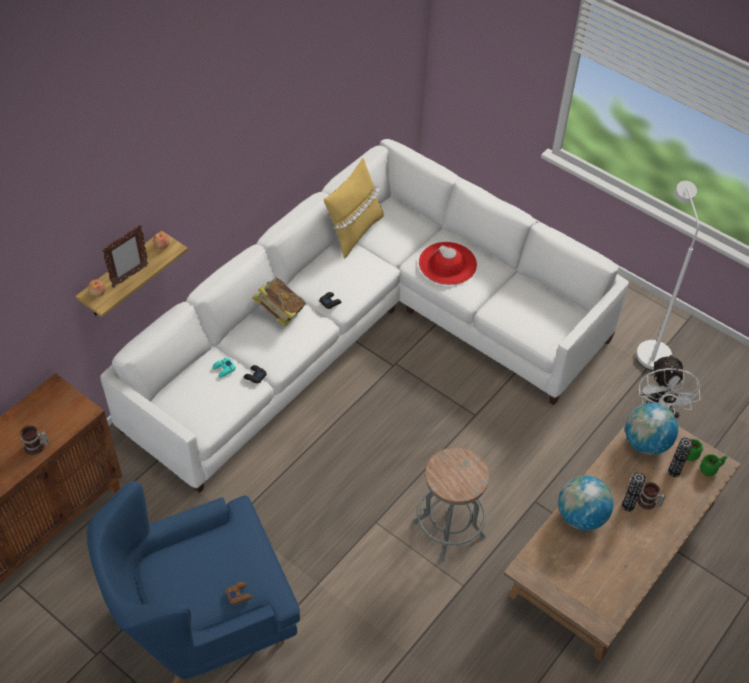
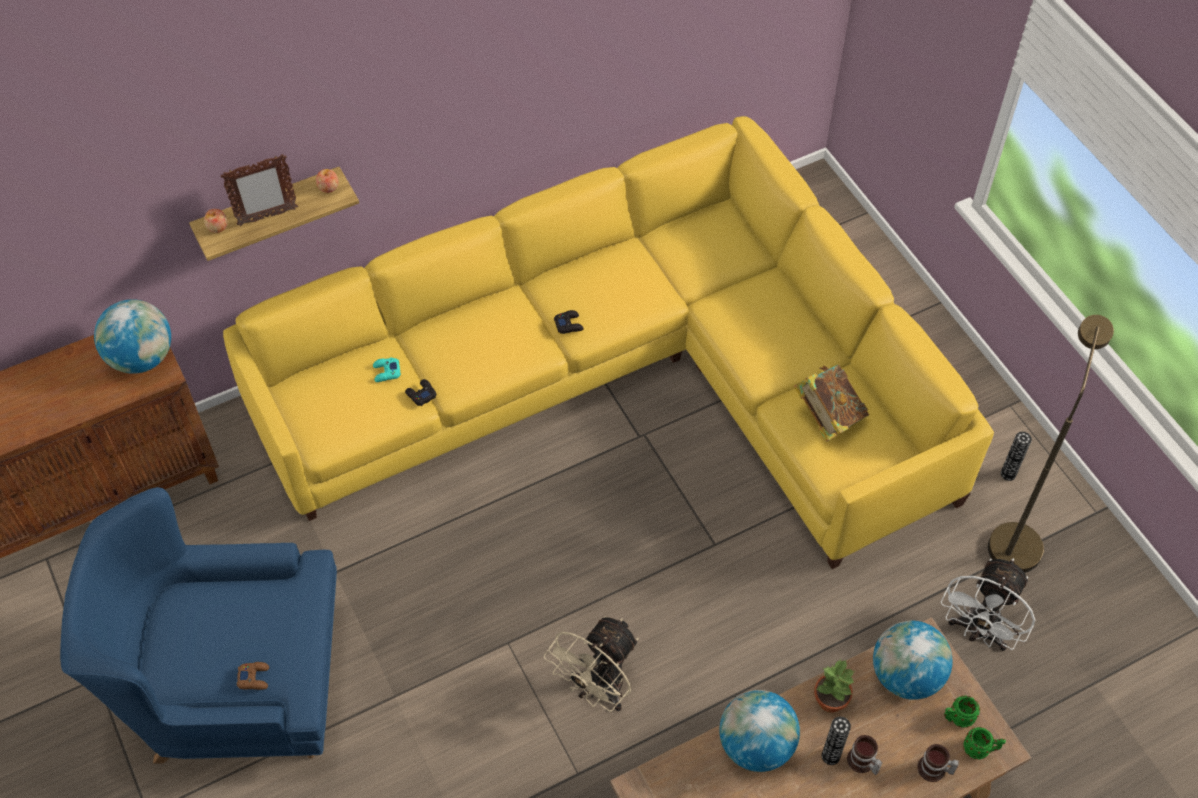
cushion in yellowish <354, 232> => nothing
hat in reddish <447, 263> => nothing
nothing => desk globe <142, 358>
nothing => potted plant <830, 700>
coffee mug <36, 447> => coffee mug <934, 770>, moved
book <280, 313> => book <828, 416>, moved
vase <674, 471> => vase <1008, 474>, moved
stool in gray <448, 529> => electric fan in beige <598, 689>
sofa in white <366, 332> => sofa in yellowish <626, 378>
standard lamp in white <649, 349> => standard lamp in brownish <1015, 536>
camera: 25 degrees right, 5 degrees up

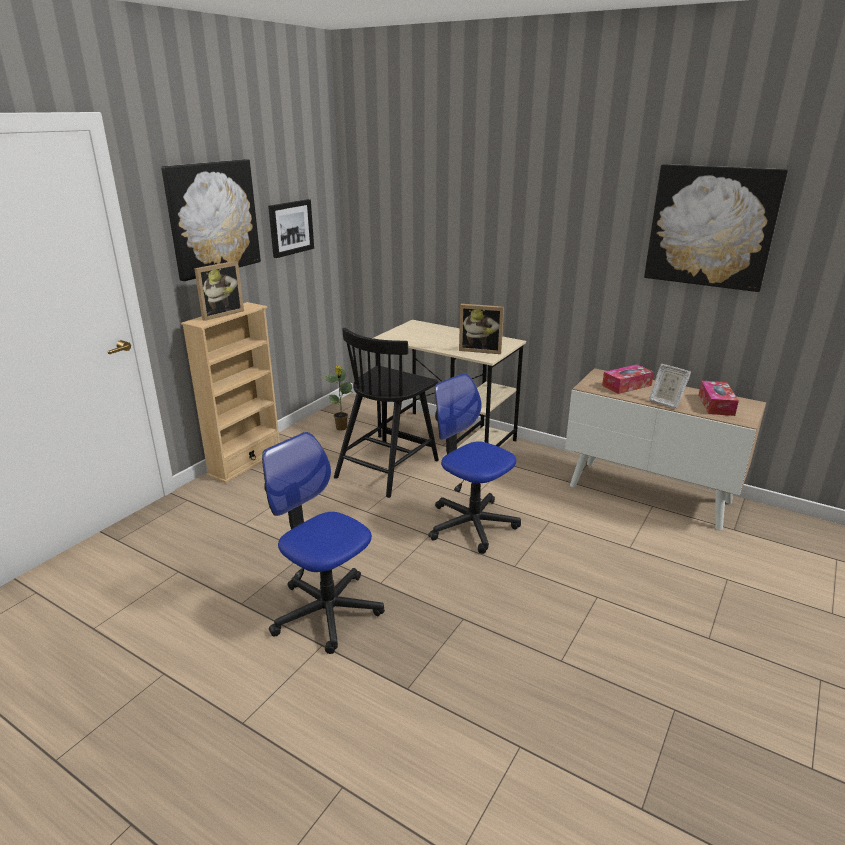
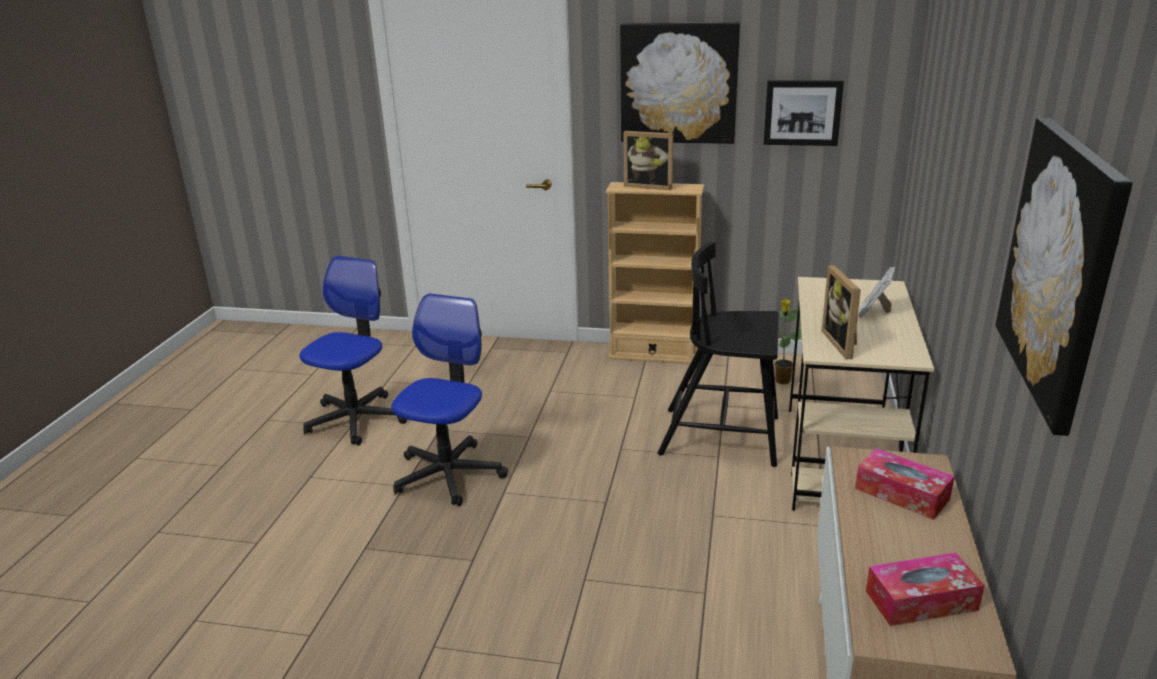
computer chair <471, 524> => computer chair <356, 419>, moved
standing frame <665, 402> => standing frame <874, 313>, moved
camera: 70 degrees right, 0 degrees up

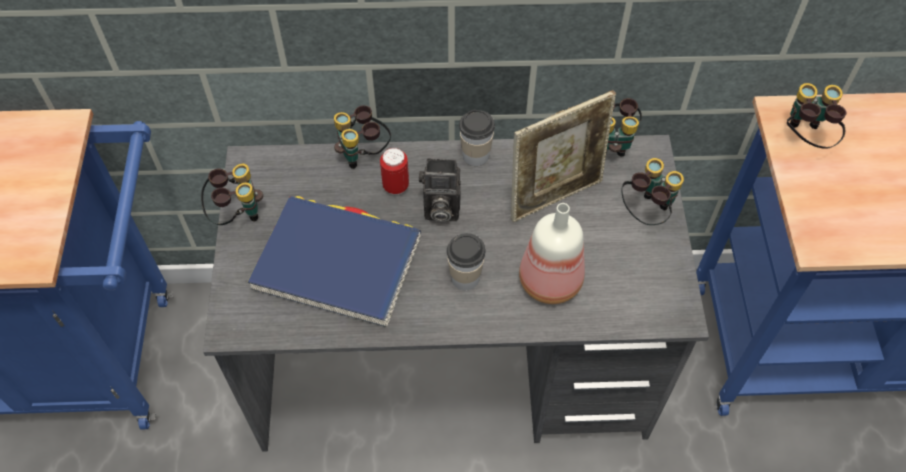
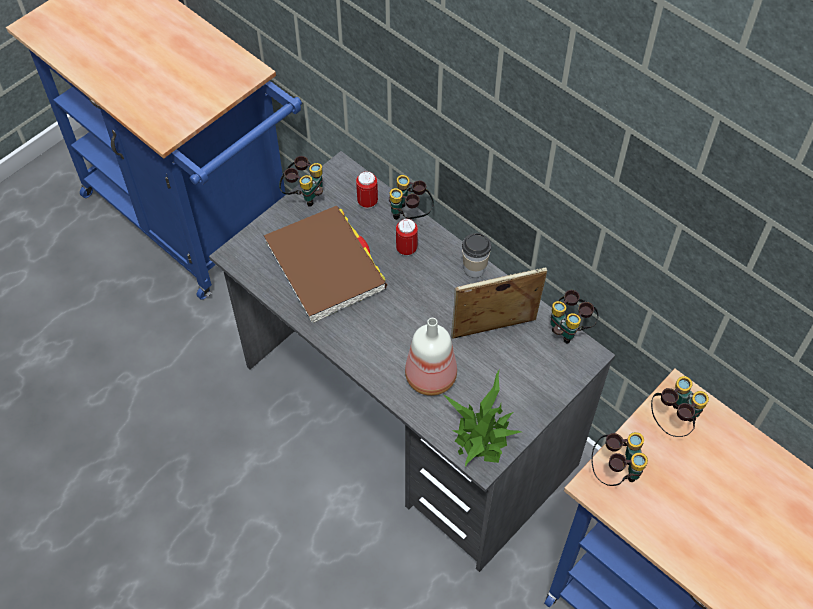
photo camera <439, 209> => nothing
small cup <465, 278> => nothing
nothing => sealed can <367, 202>
nothing => potted plant <483, 433>
pair of binoculars <646, 211> => pair of binoculars <615, 471>, moved
book in bluish <337, 264> => book in brownish <325, 266>
standing frame <555, 196> => standing frame <493, 332>, 150 degrees clockwise
camera: 45 degrees right, 0 degrees up

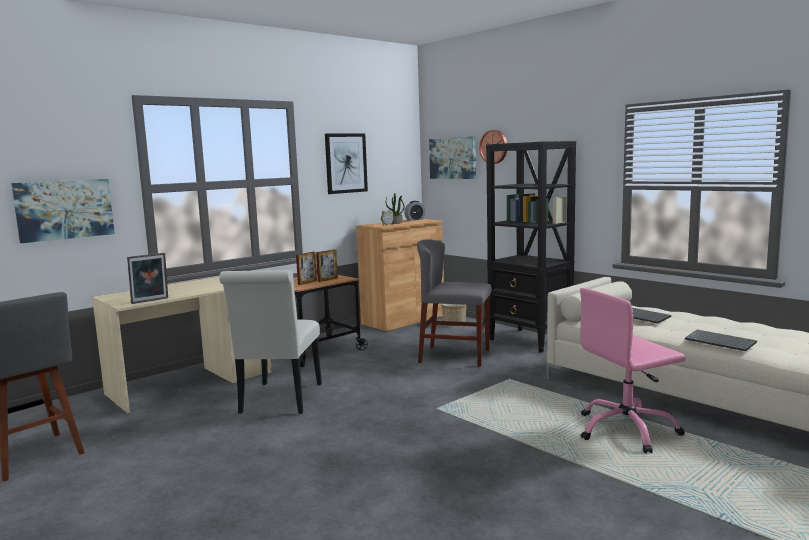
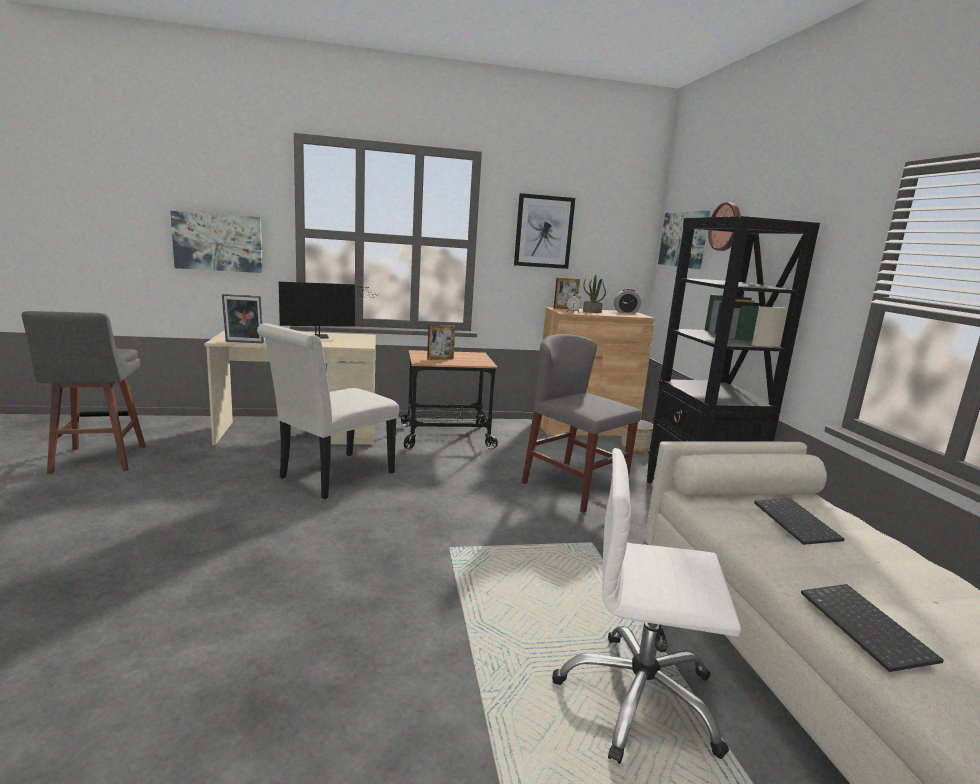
nothing => monitor <321, 336>
standing frame <327, 279> => standing frame <565, 308>, moved
computer chair in pink <627, 430> => computer chair in white <639, 699>
camera: 30 degrees right, 5 degrees up

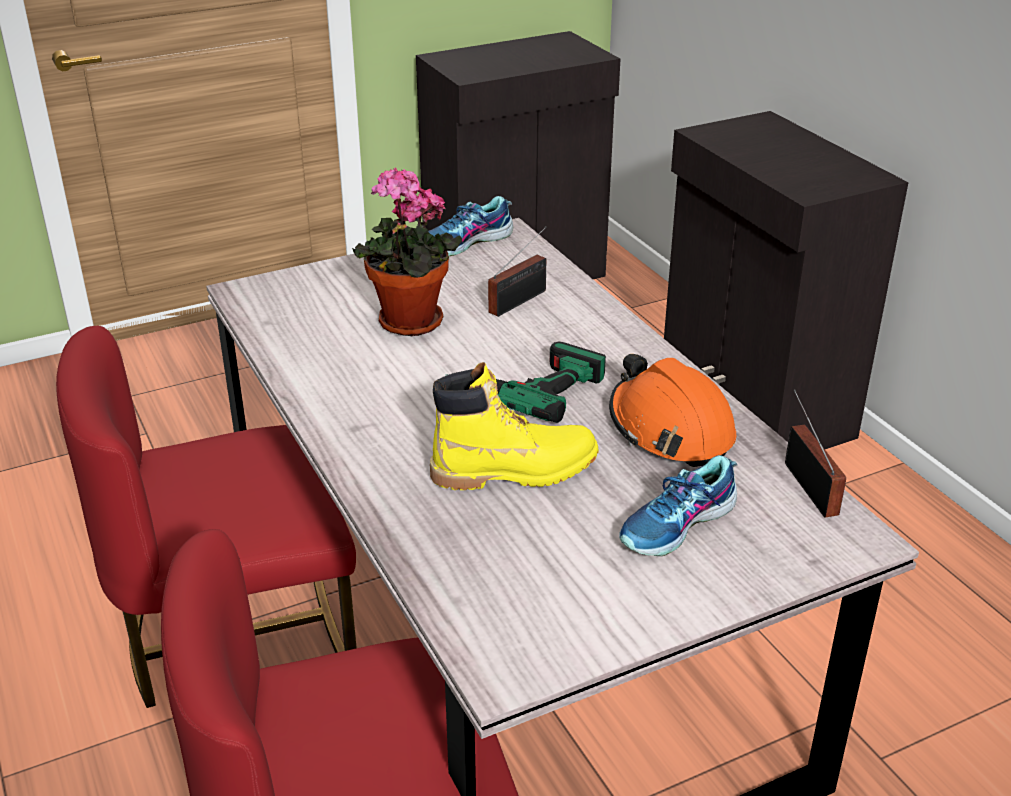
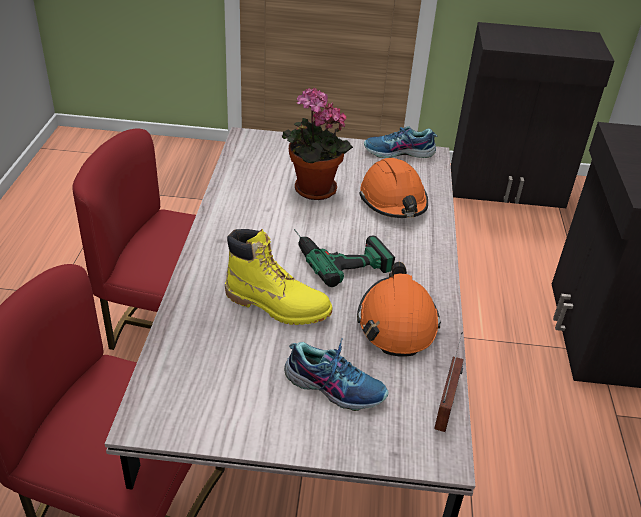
radio set <521, 300> => safety helmet in orange <393, 201>
low shoe <678, 525> => low shoe <335, 386>, 150 degrees counterclockwise
camera: 30 degrees right, 5 degrees up

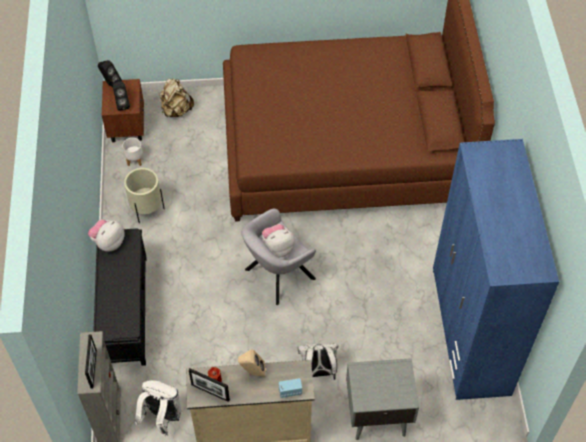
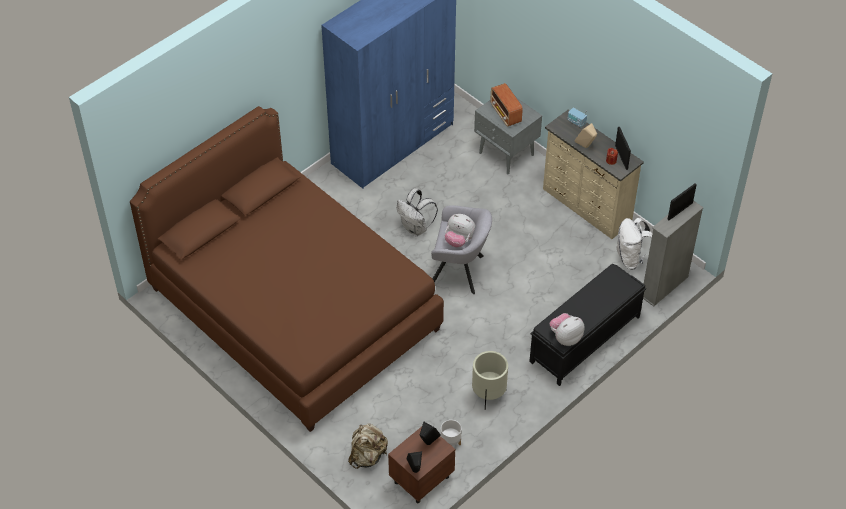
nothing => radio set <505, 114>
backpack in white <318, 372> => backpack in white <416, 228>, moved
soft toy <108, 243> => soft toy <565, 337>, 150 degrees clockwise
camera: 130 degrees left, 5 degrees down

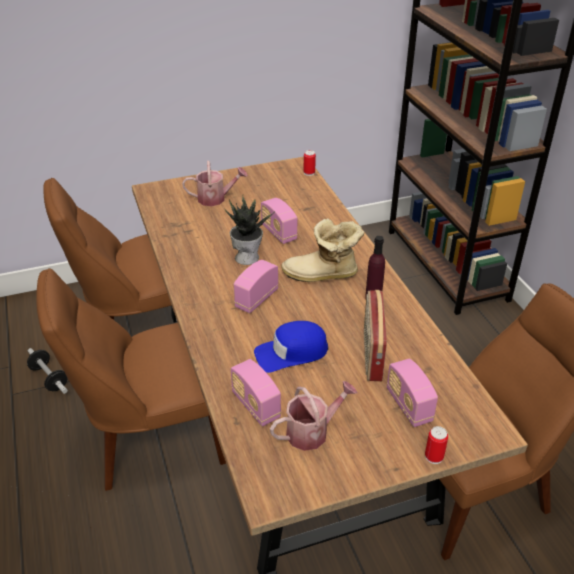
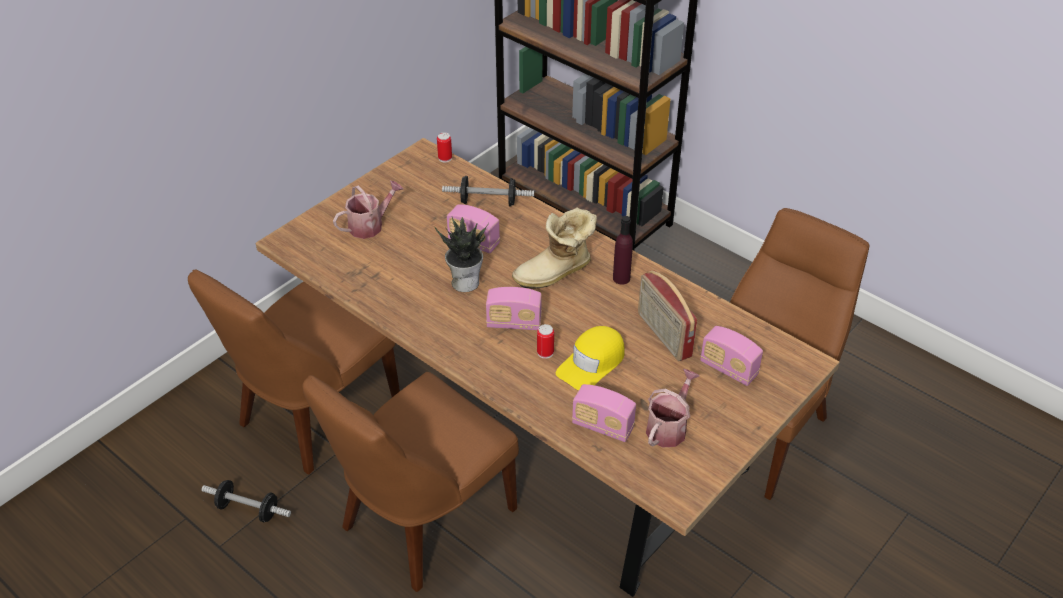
nothing => hand weight <488, 202>
sealed can <434, 456> => sealed can <545, 352>, moved
cap in bluish <291, 353> => cap in yellowish <592, 363>
radio set <256, 299> => radio set <514, 323>, 90 degrees counterclockwise
camera: 30 degrees left, 5 degrees up

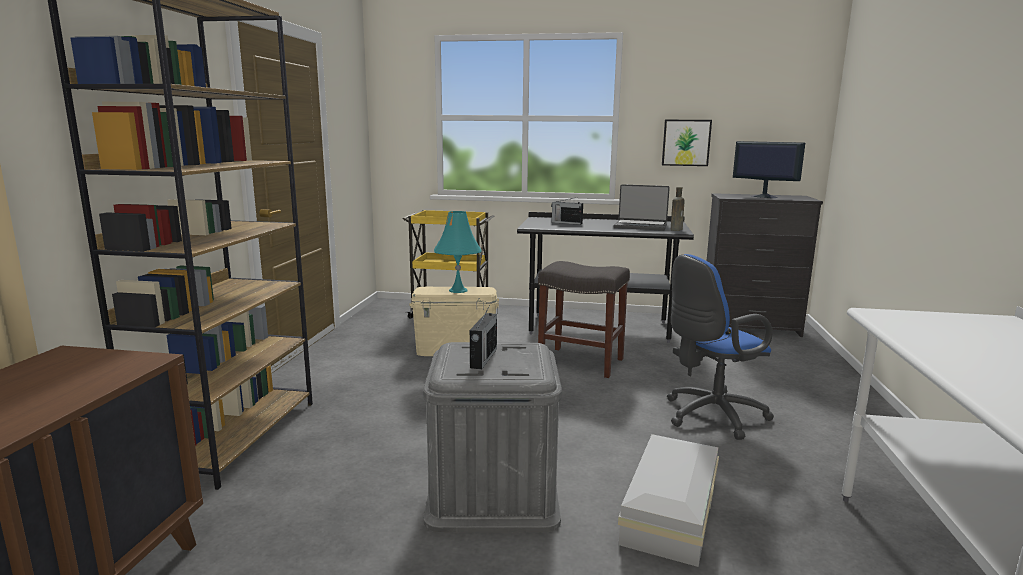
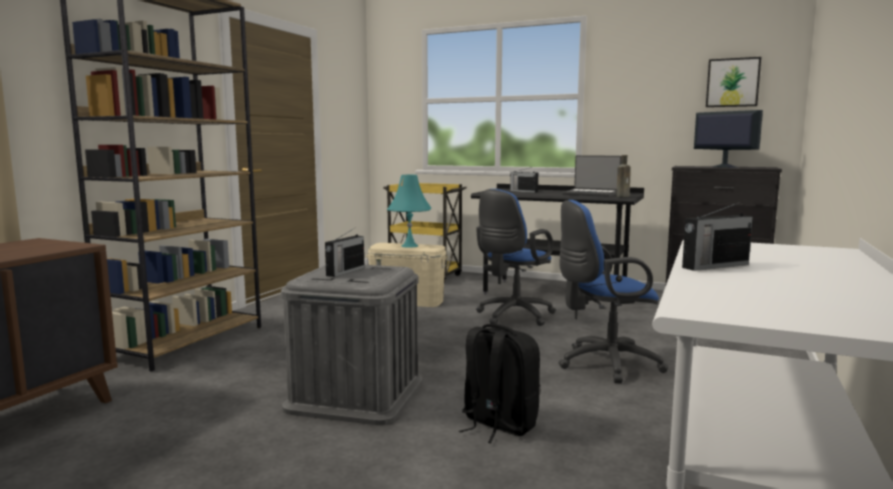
nothing => radio set <714, 266>
wall picture <686, 142> => wall picture <732, 82>, moved
stool in gray <579, 362> => computer chair in bluish <512, 317>
storage container in white <668, 511> => backpack in black-coloured <497, 424>
camera: 15 degrees right, 5 degrees down

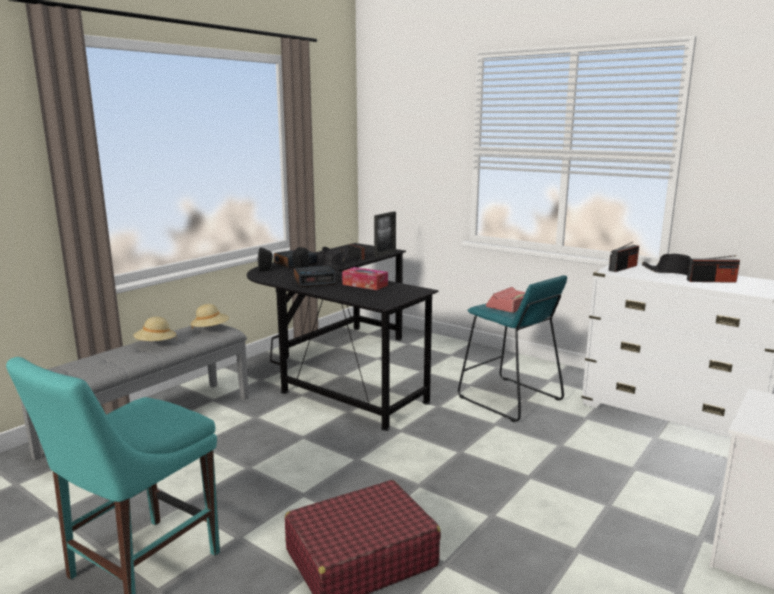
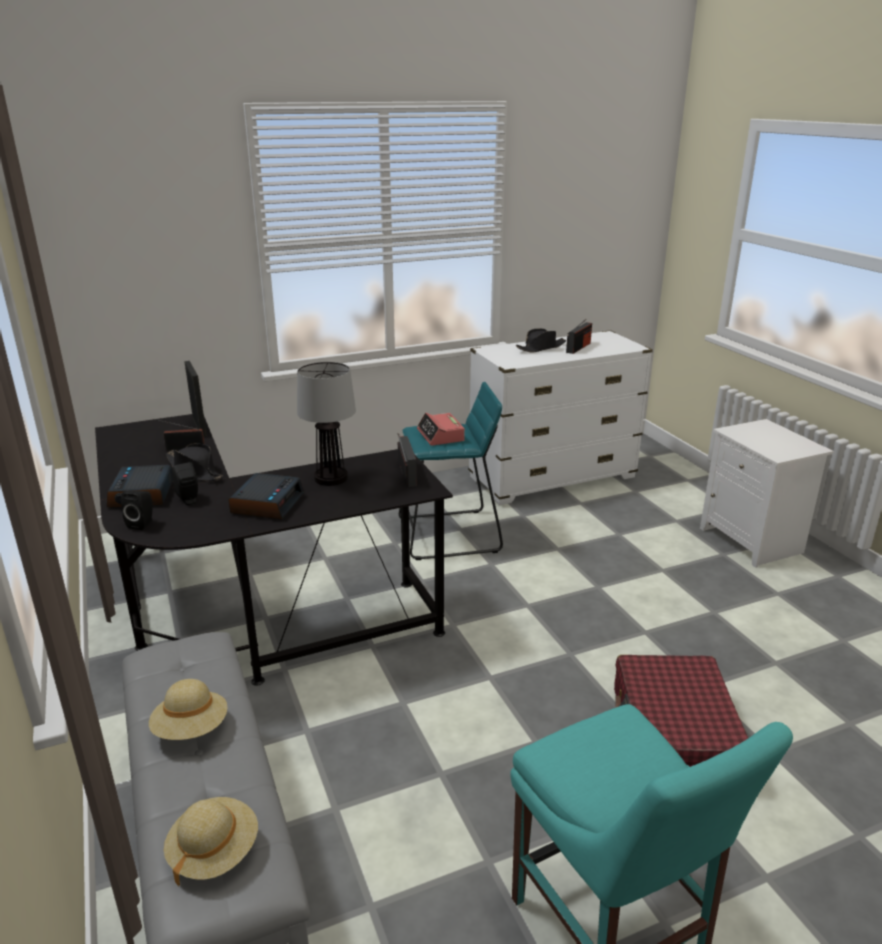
hat in beige <210, 329> => hat in beige <214, 852>, moved
radio set <623, 268> => radio set <407, 473>, moved
tissue box <365, 285> => tabletop lamp <331, 478>
camera: 60 degrees left, 10 degrees up

